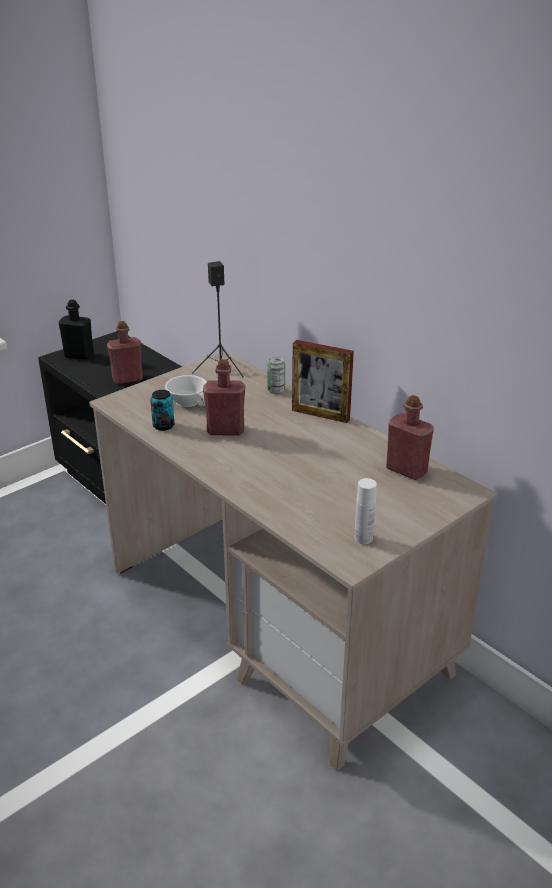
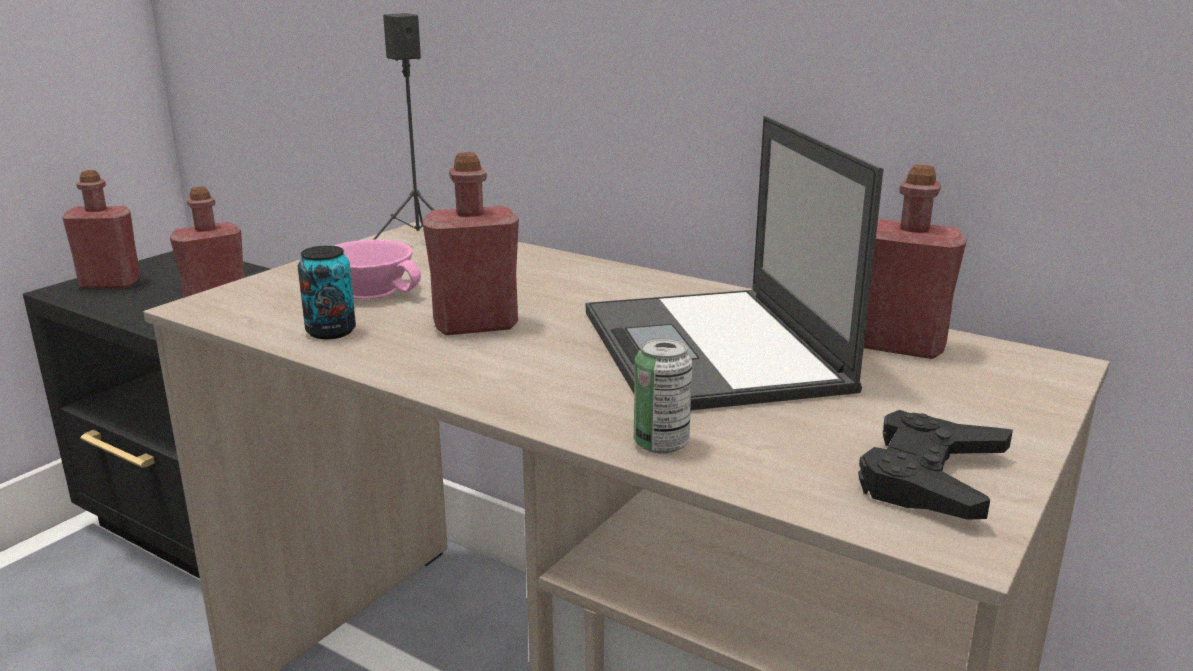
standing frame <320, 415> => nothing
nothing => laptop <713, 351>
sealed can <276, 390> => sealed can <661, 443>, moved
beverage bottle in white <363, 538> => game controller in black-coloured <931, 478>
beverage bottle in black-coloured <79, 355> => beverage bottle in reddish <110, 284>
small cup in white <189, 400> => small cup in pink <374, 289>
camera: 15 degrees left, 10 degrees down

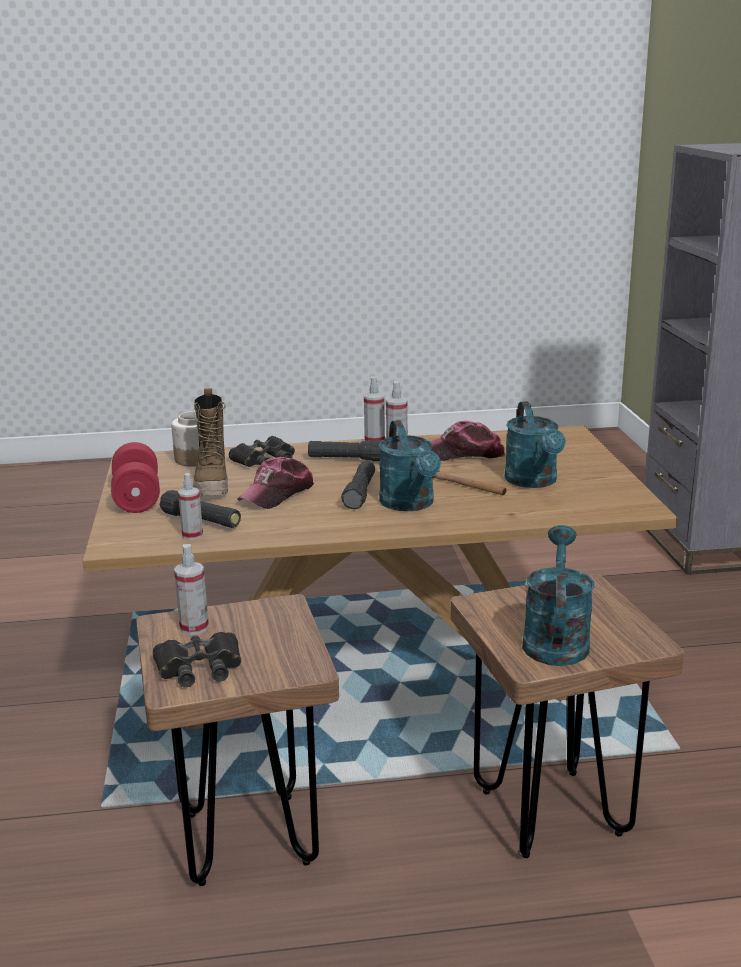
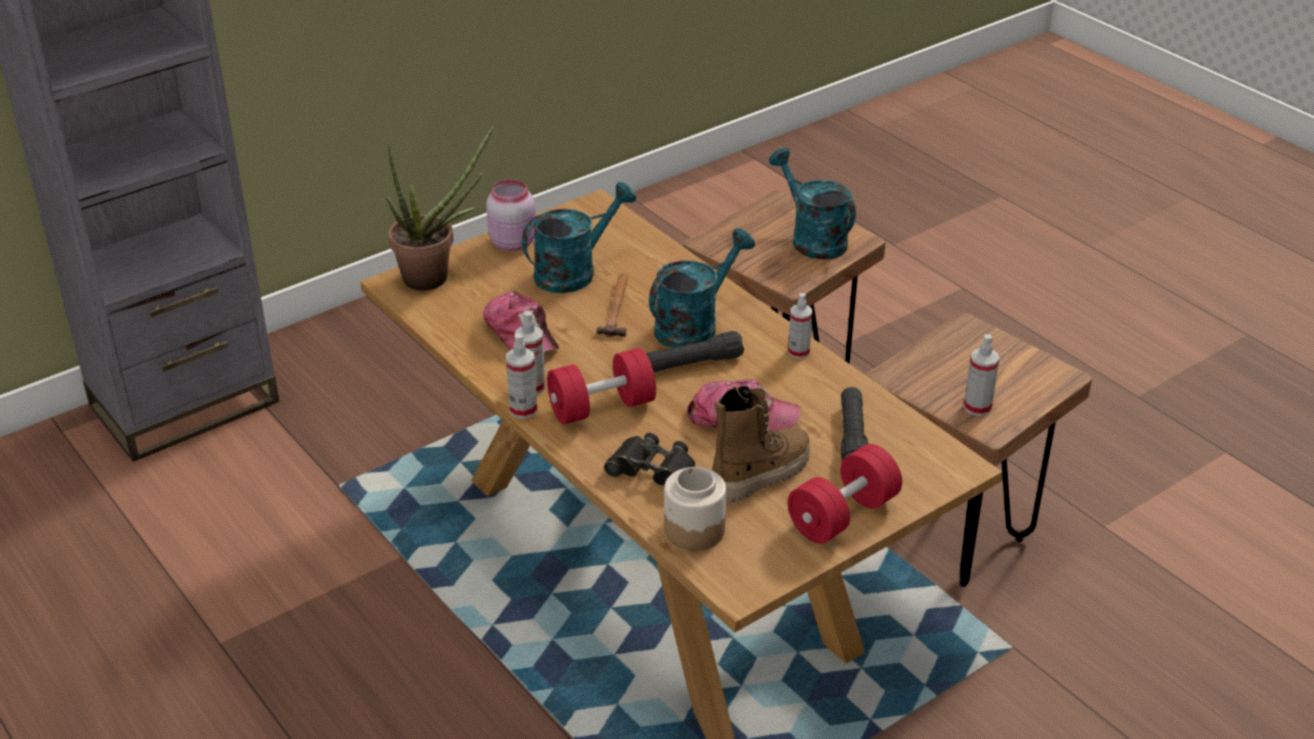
pair of binoculars in black-coloured <199, 667> => nothing
nothing => potted plant <436, 277>
nothing => preserve jar in pink <513, 242>
spray bottle <192, 535> => spray bottle <798, 352>, moved
torch in black-coloured <347, 459> => hand weight in reddish <602, 407>
sprinkling can in turquoise-coloured <555, 639> => sprinkling can in turquoise-coloured <812, 238>, 75 degrees clockwise
camera: 120 degrees left, 15 degrees up

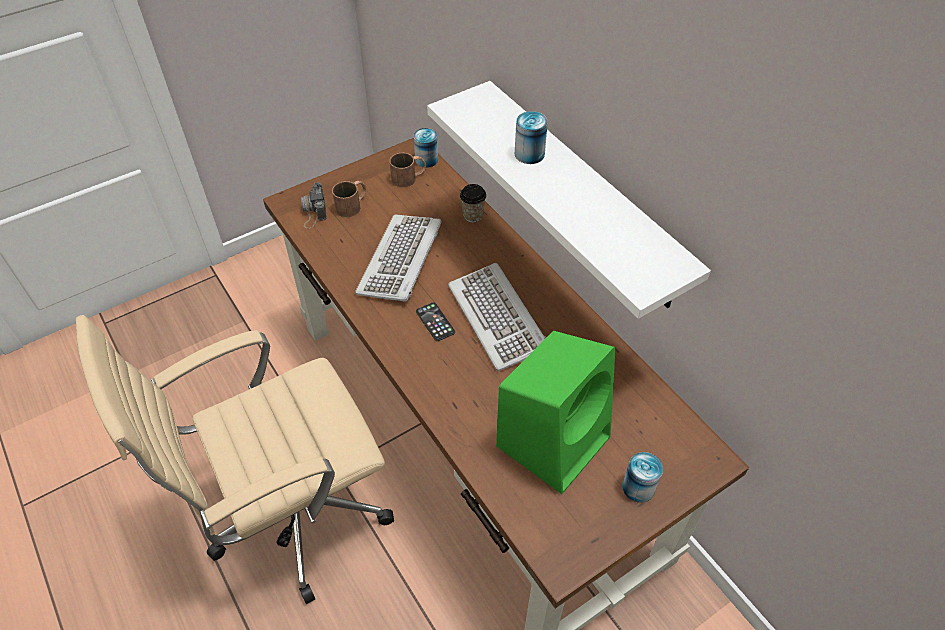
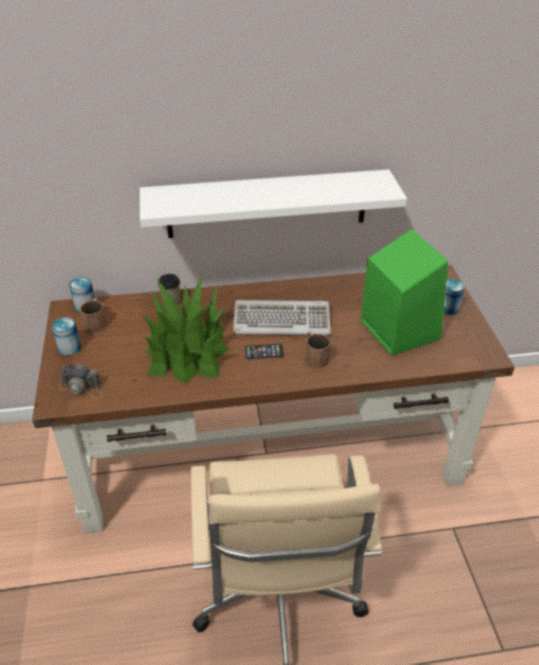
coffee mug in brownish <352, 205> => coffee mug in brownish <314, 355>, moved
sealed can <529, 154> => sealed can <69, 347>, moved
keyboard <401, 260> => potted plant <187, 351>
camera: 65 degrees left, 10 degrees down

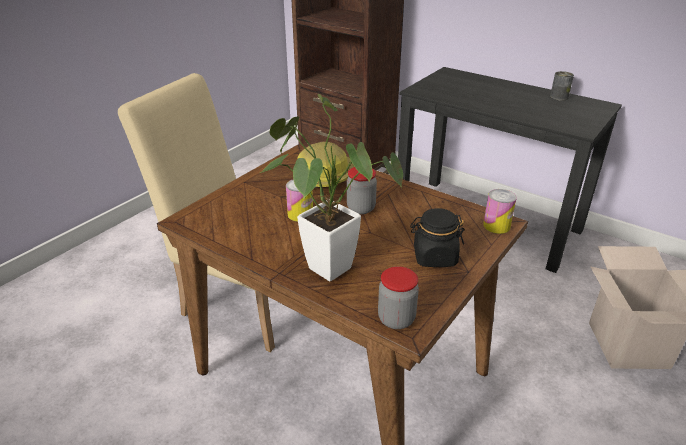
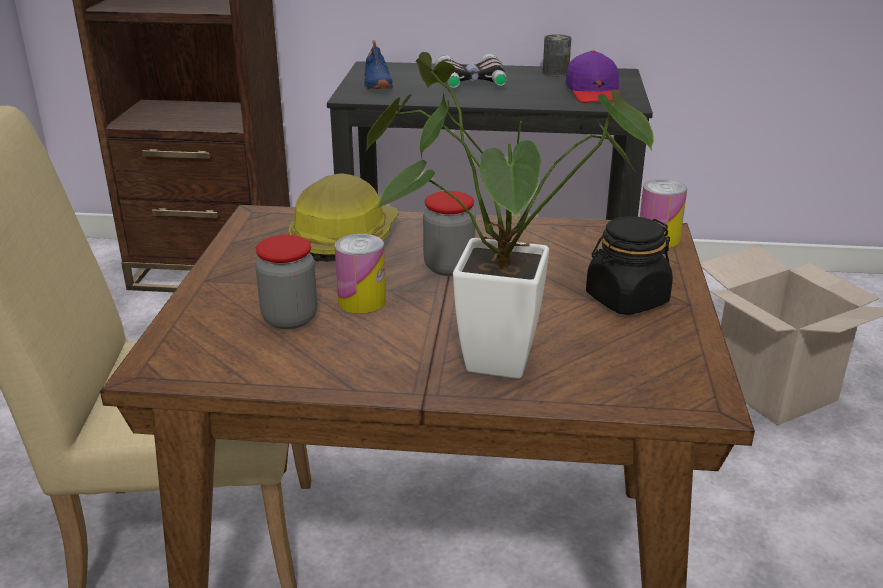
nothing => low shoe in bluish <376, 84>
nothing => pair of binoculars <472, 83>
nothing => cap in purplish <594, 92>
preserve jar <396, 319> => preserve jar <290, 318>, moved
camera: 30 degrees left, 5 degrees down

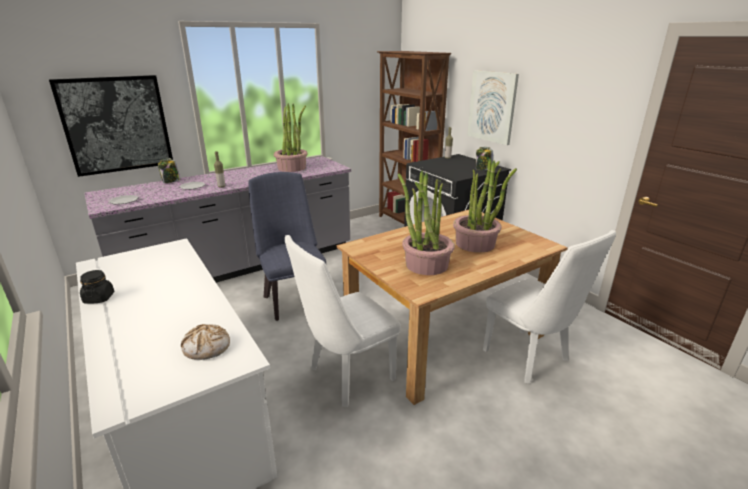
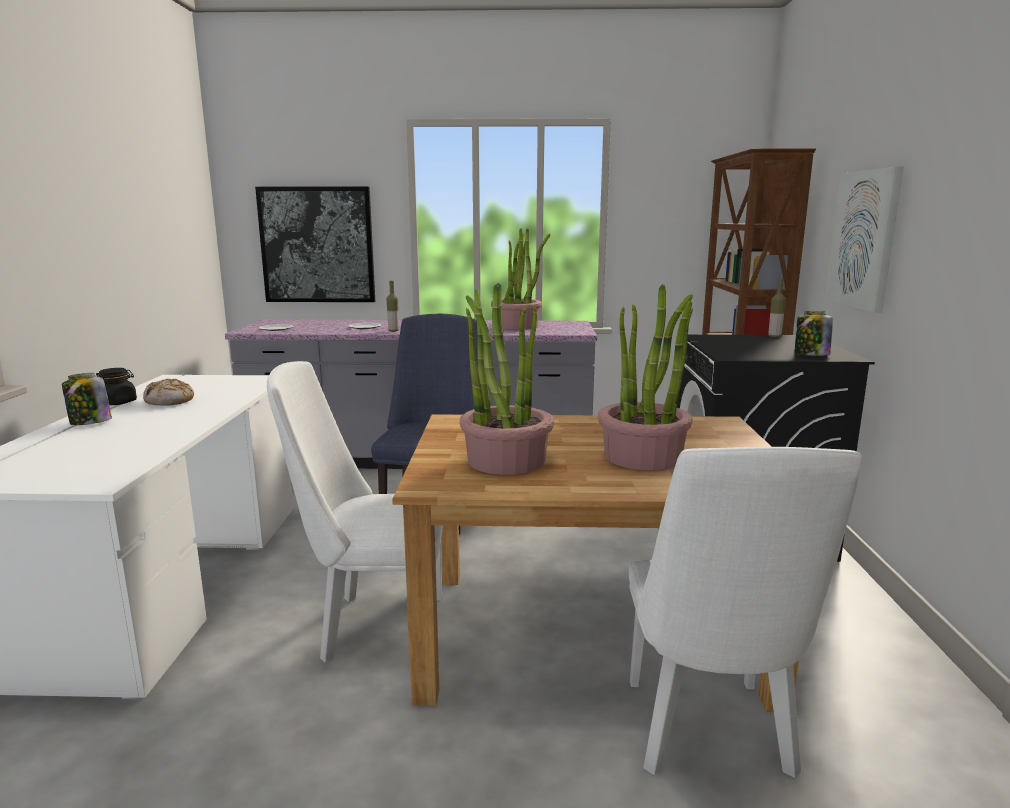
preserve jar <171, 181> => preserve jar <90, 422>, moved
baked bread <207, 347> => baked bread <170, 401>, moved
camera: 35 degrees right, 10 degrees down

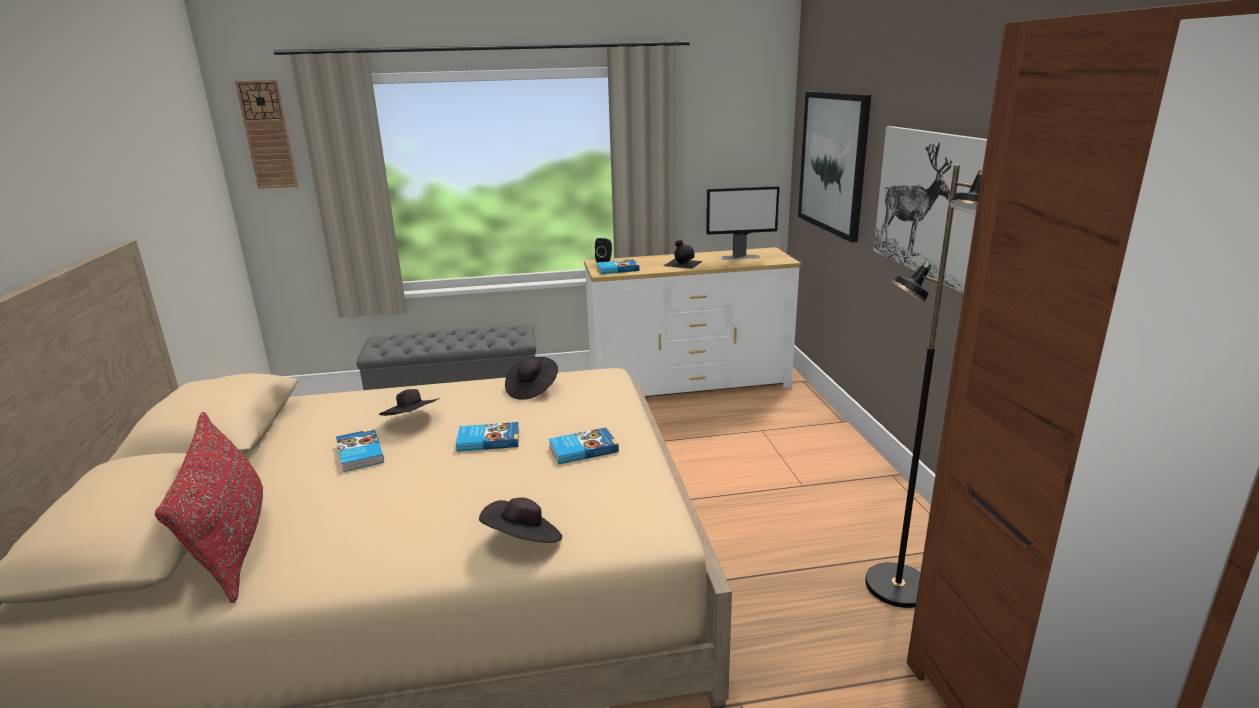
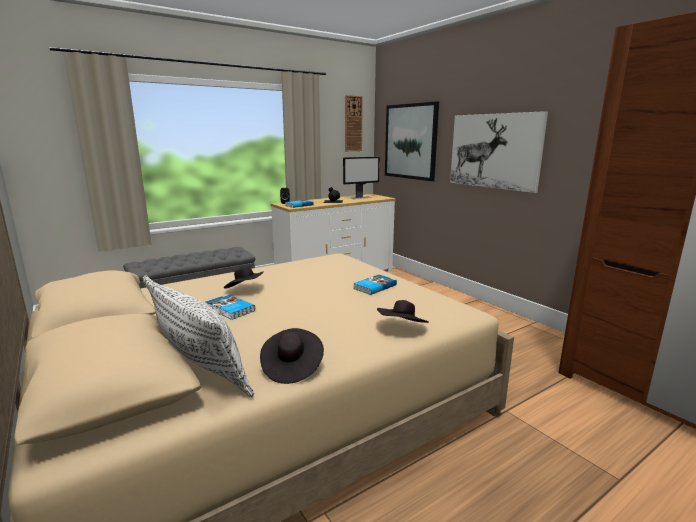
book <488, 440> => nothing
standard lamp in black-coloured <896, 587> => nothing
hanging clock <268, 135> => hanging clock <353, 124>, moved
hat in black-coloured <532, 389> => hat in black-coloured <292, 367>, moved
cushion in reddish <232, 542> => cushion in white <200, 368>
camera: 25 degrees left, 5 degrees down

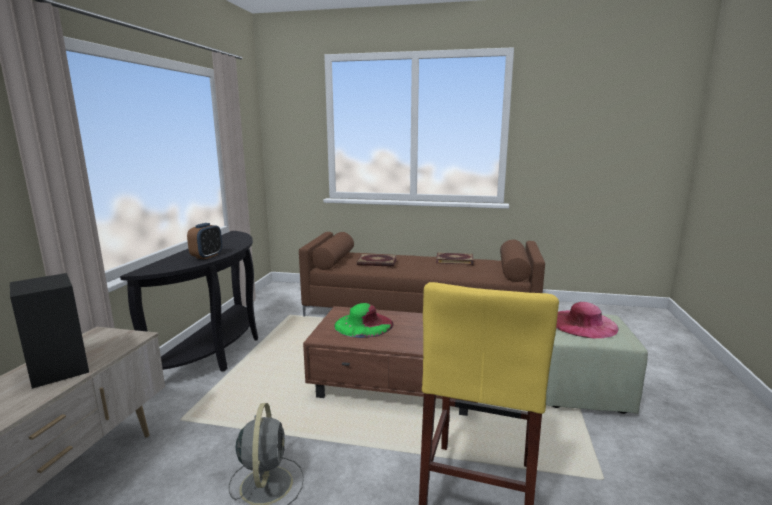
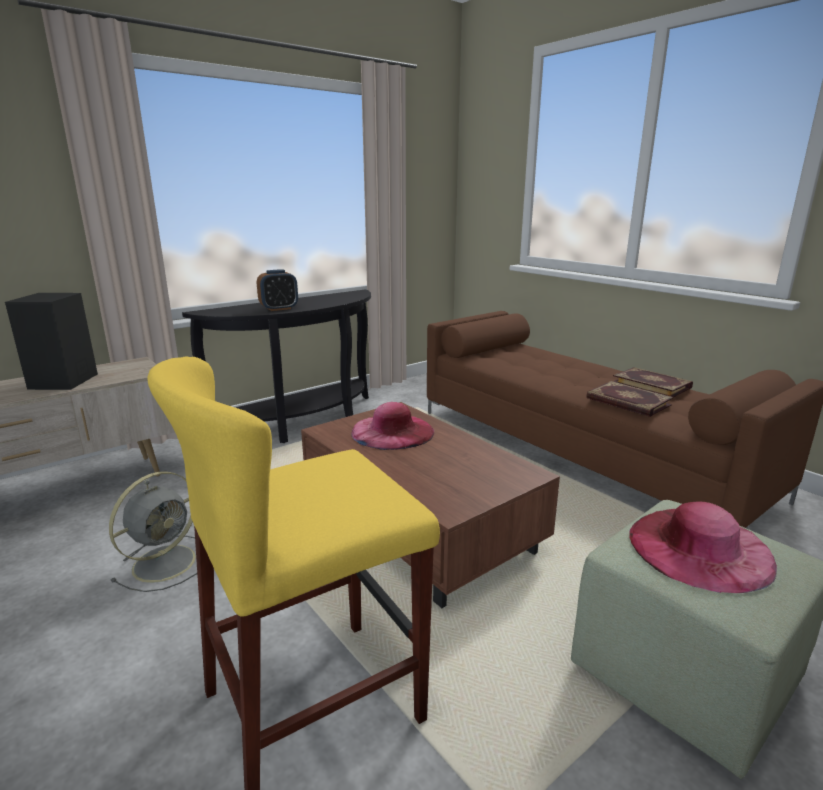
book <377, 262> => book <627, 402>, moved
hat in greenish <363, 324> => hat in pink <392, 431>
camera: 40 degrees right, 5 degrees up

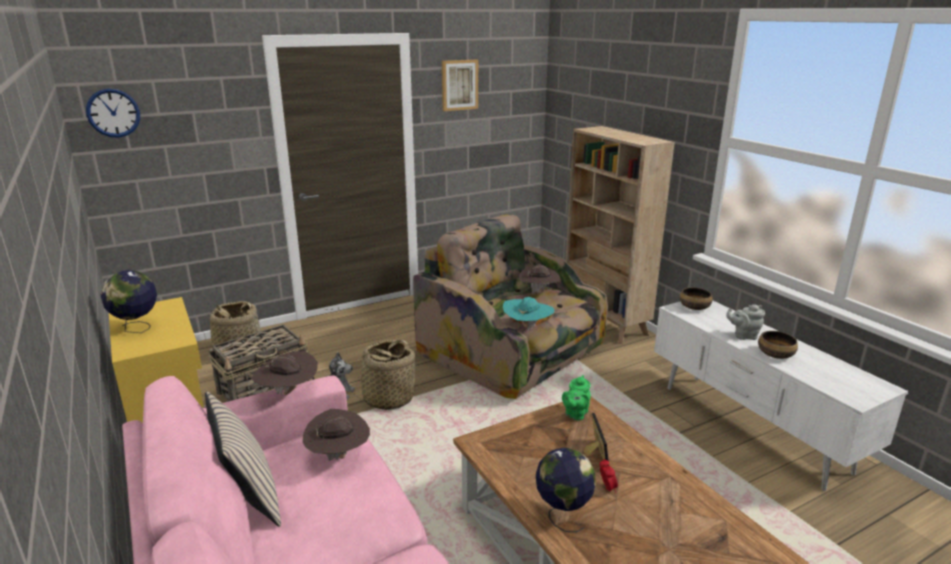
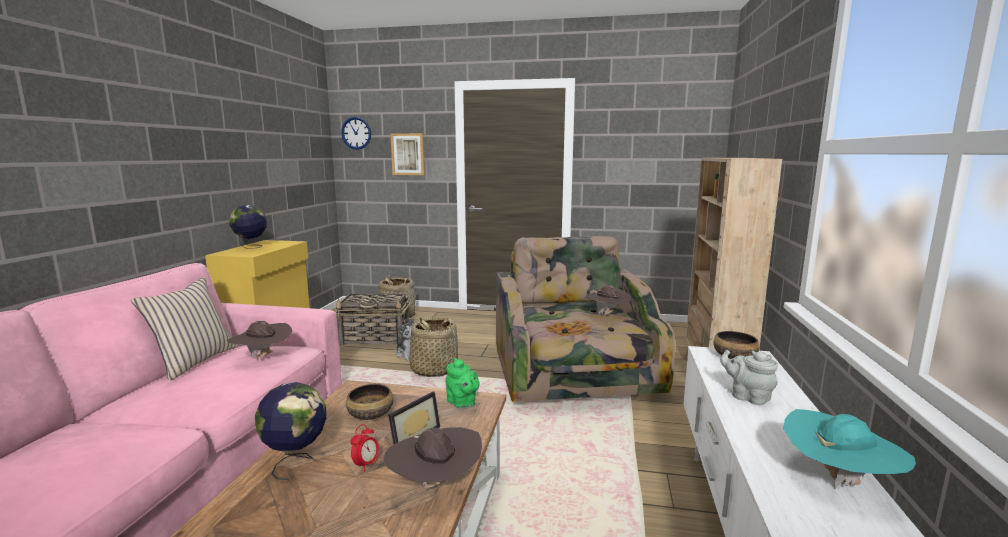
hat in brownish <288, 393> => hat in brownish <435, 486>, moved
wall picture <459, 85> => wall picture <408, 154>, moved
hat in turquoise-coloured <527, 327> => hat in turquoise-coloured <839, 480>, moved
bowl <775, 354> => bowl <371, 414>, moved
tea pot in greenish <575, 414> => tea pot in greenish <462, 403>, 105 degrees counterclockwise
camera: 40 degrees right, 10 degrees down

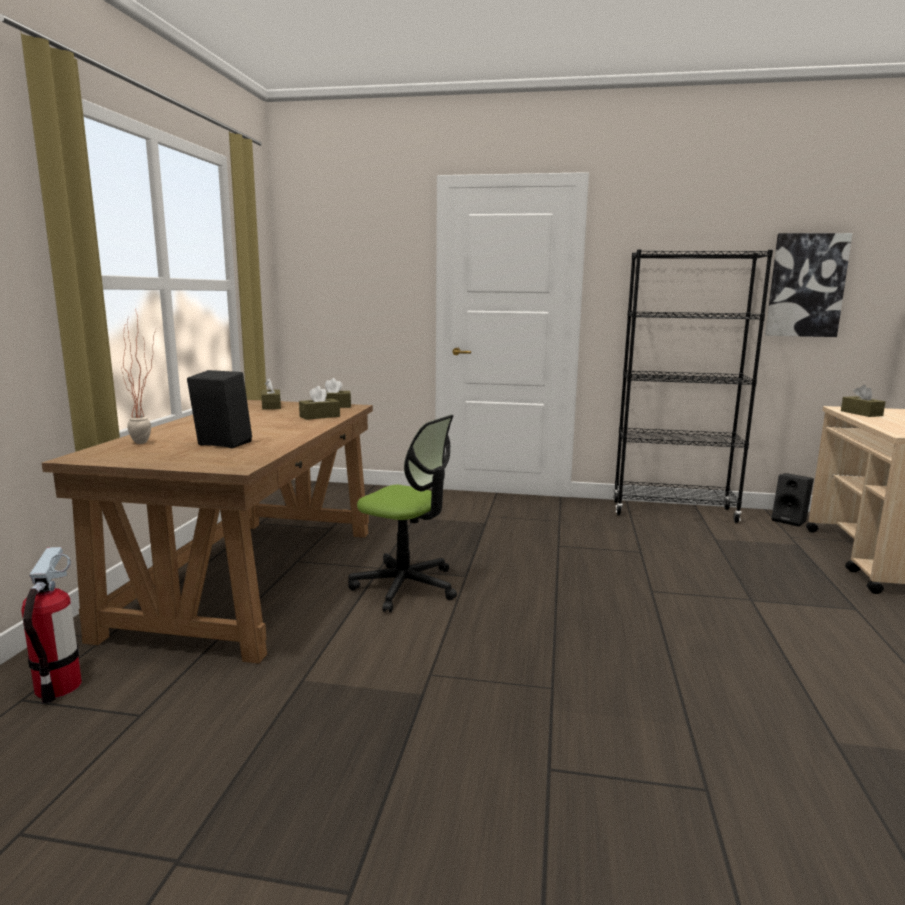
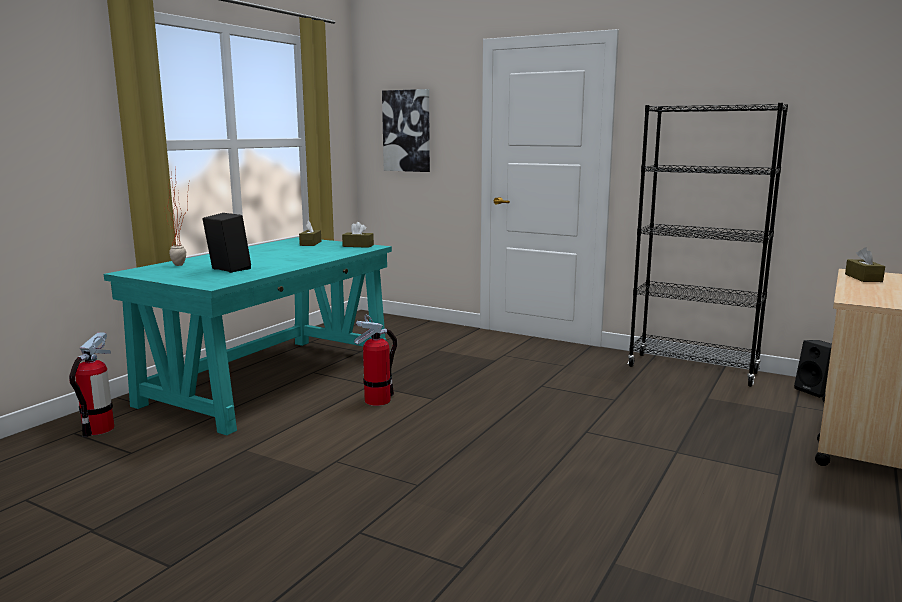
tissue box in brownish <319, 416> => nothing
wall picture <806, 285> => wall picture <407, 131>, moved
computer chair <406, 586> => fire extinguisher <377, 400>
desk table in brownish <252, 578> => desk table in turquoise-coloured <270, 380>
camera: 20 degrees right, 0 degrees up

